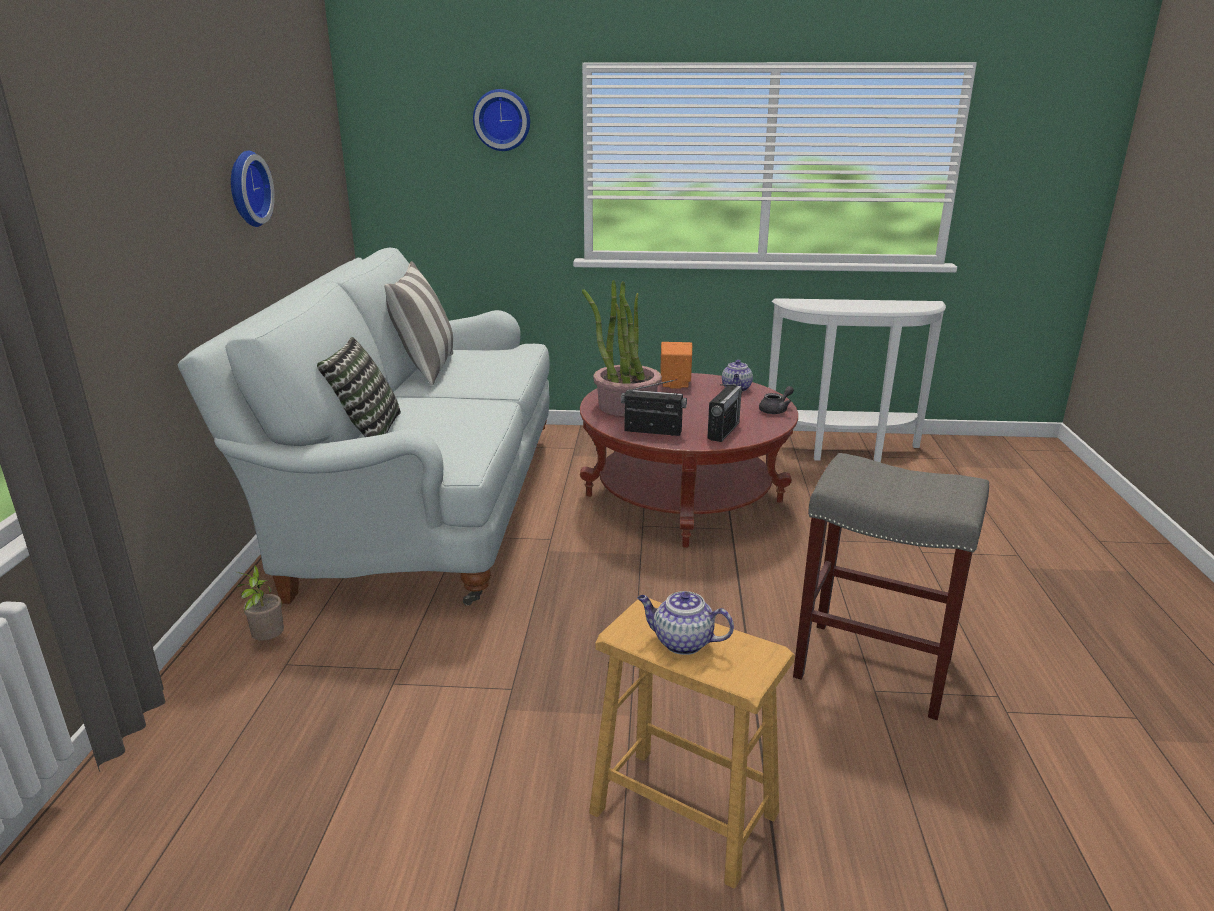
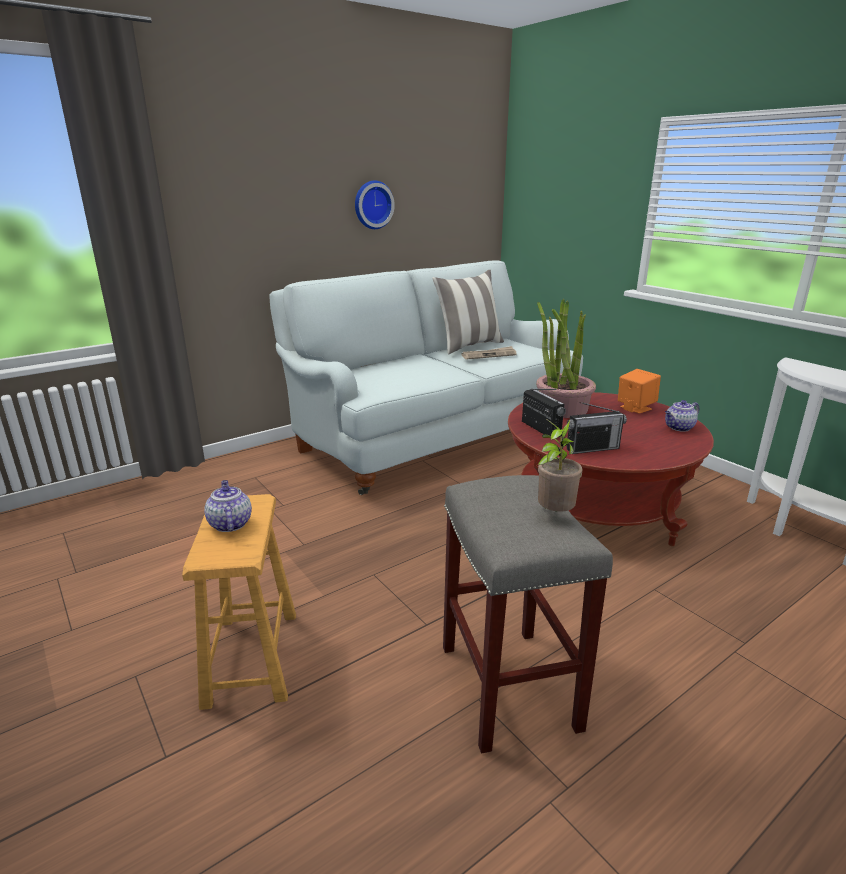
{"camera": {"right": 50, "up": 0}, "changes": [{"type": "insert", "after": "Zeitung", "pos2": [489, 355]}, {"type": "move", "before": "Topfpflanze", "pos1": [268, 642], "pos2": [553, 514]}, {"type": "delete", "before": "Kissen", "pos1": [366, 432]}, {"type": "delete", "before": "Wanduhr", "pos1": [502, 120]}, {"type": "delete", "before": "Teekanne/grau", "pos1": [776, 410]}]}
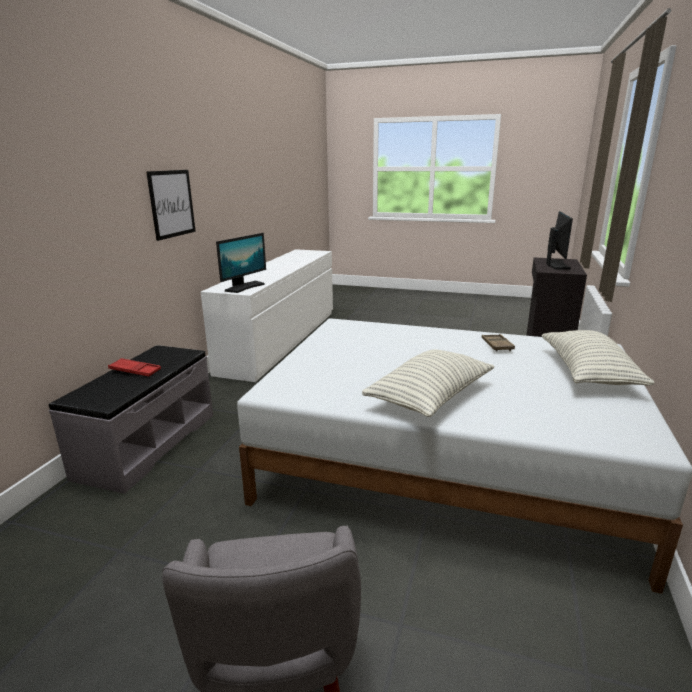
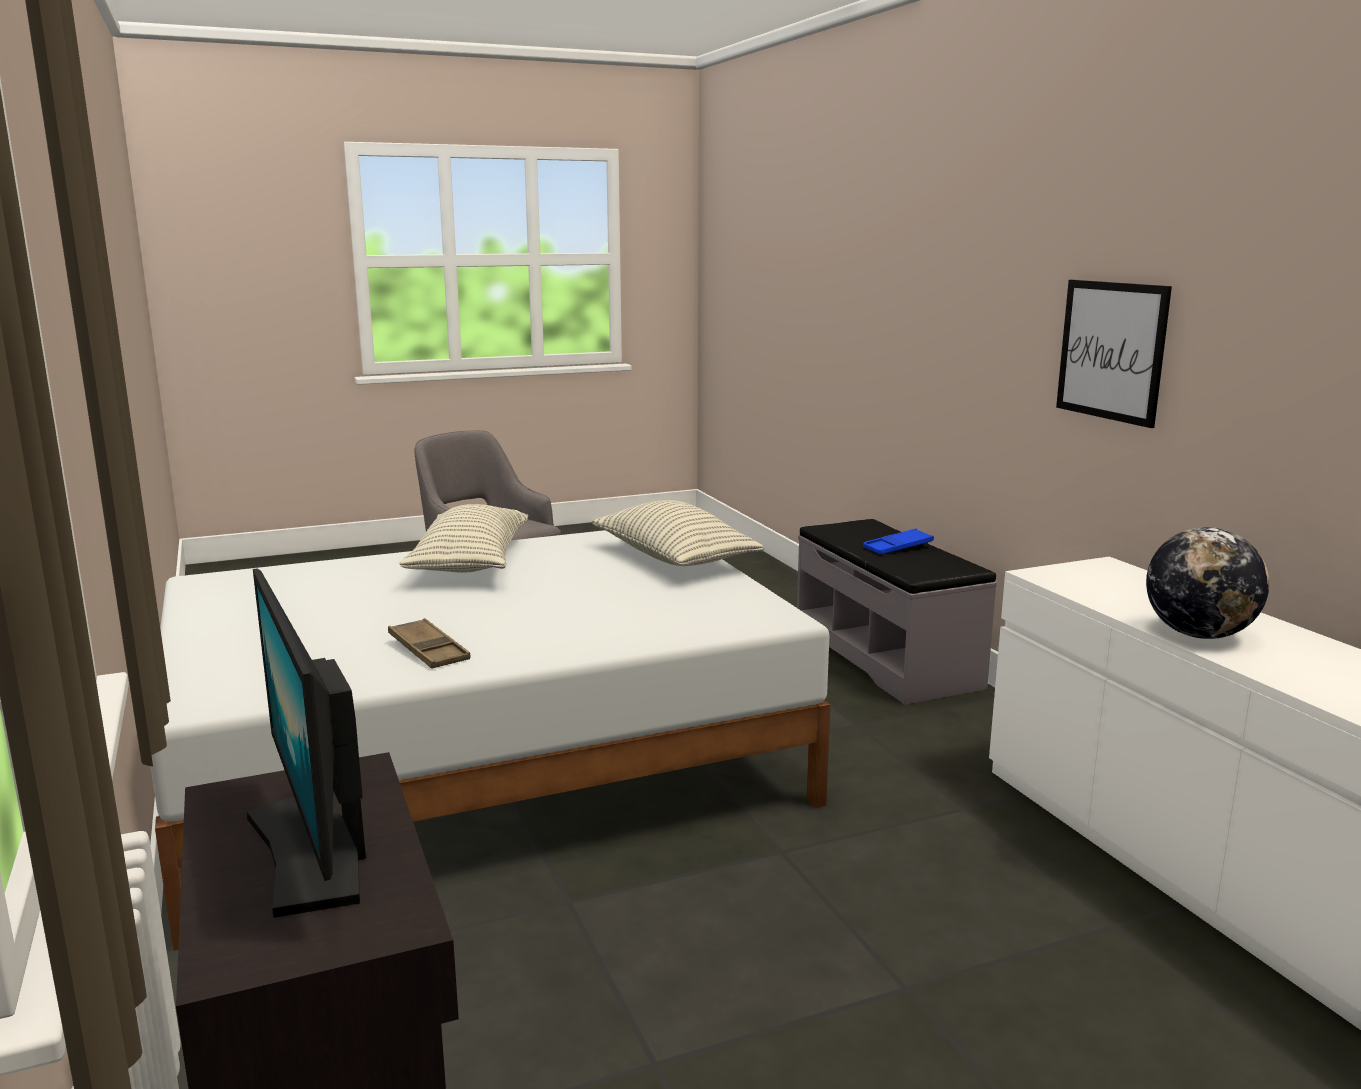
{"camera": {"right": 140, "up": -5}, "changes": [{"type": "move", "before": "Kissen", "pos1": [588, 373], "pos2": [674, 559]}, {"type": "recolor", "before": "Tablett/rot", "after": "Tablett/blau", "pos1": [135, 371], "pos2": [898, 547]}, {"type": "insert", "after": "Globus", "pos2": [1198, 635]}, {"type": "delete", "before": "Monitor", "pos1": [244, 287]}]}
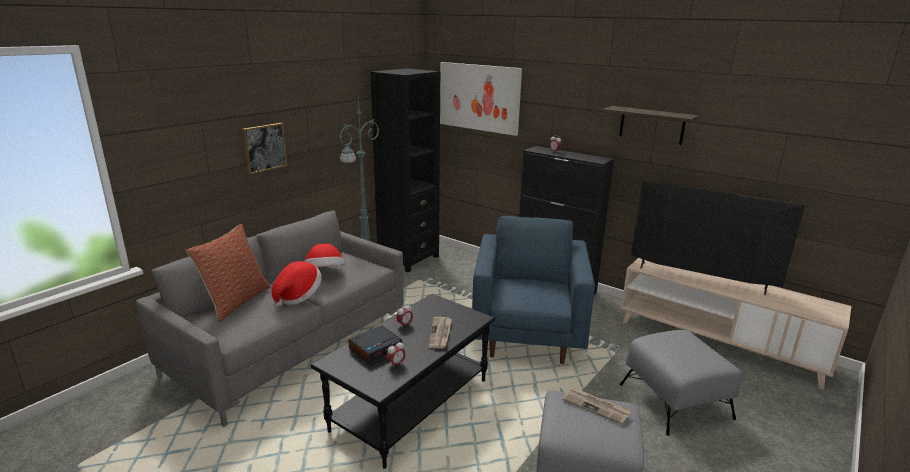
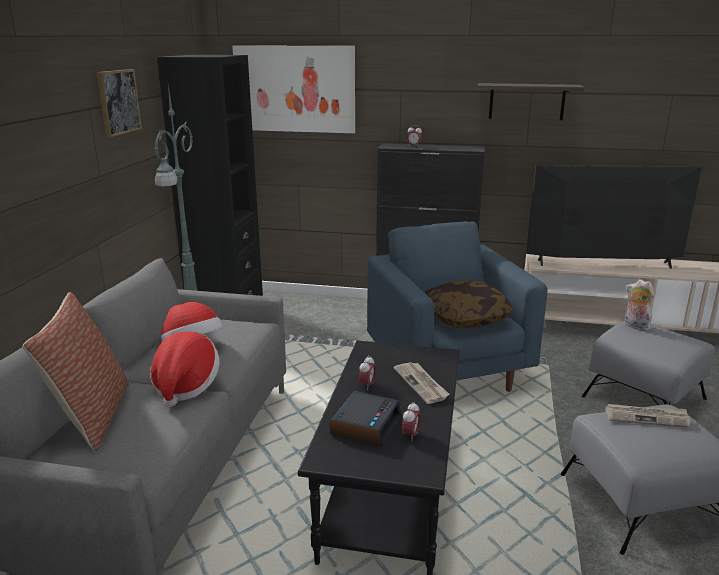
{"camera": {"right": -25, "up": 0}, "changes": [{"type": "move", "before": "Bild", "pos1": [264, 147], "pos2": [118, 102]}, {"type": "insert", "after": "Kissen", "pos2": [465, 317]}, {"type": "insert", "after": "Plüschtier", "pos2": [635, 326]}]}
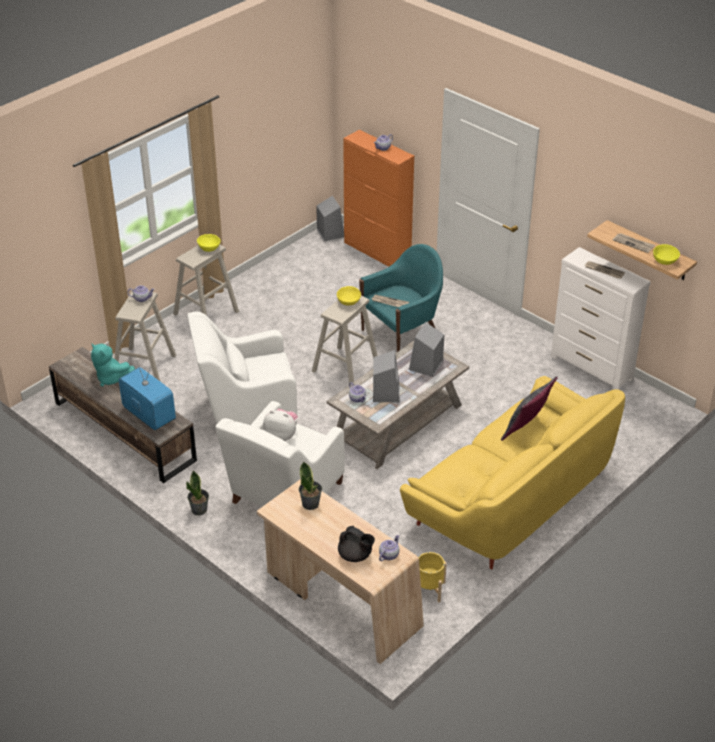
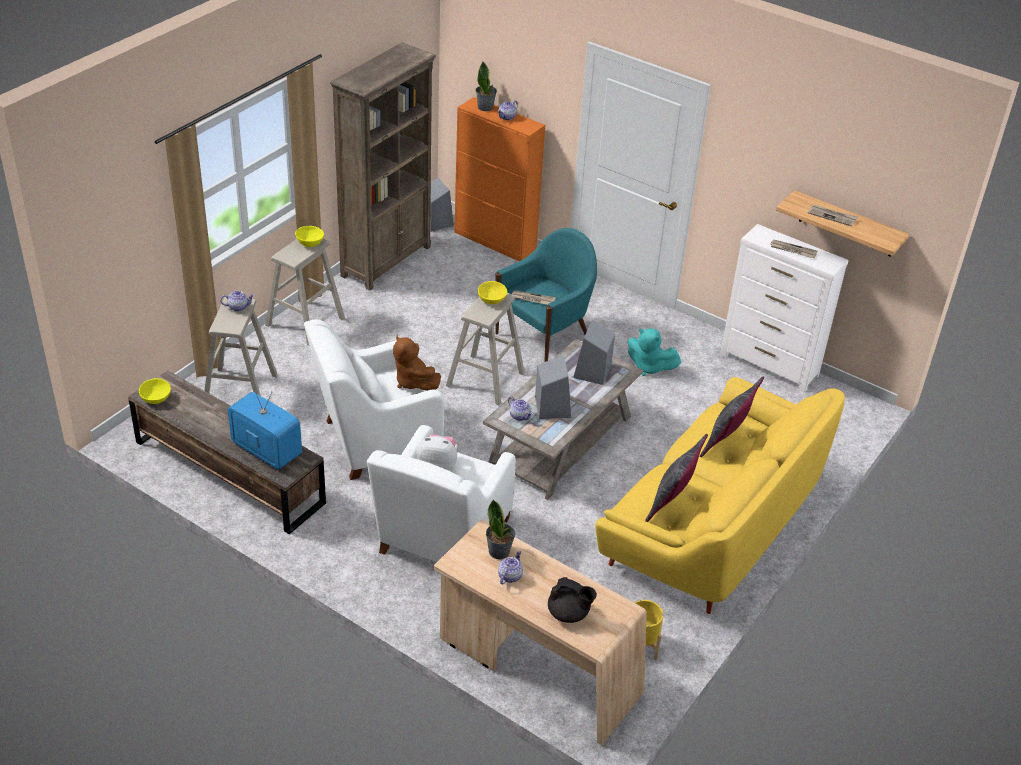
{"camera": {"right": -10, "up": 0}, "changes": [{"type": "move", "before": "Schüssel/gelb", "pos1": [664, 261], "pos2": [155, 398]}, {"type": "insert", "after": "Bücherregal/braun", "pos2": [386, 261]}, {"type": "insert", "after": "Plüschtier/braun", "pos2": [413, 382]}, {"type": "move", "before": "Topfpflanze", "pos1": [199, 509], "pos2": [485, 107]}, {"type": "move", "before": "Teekanne", "pos1": [388, 555], "pos2": [509, 576]}, {"type": "move", "before": "Plüschtier/türkis", "pos1": [111, 378], "pos2": [649, 367]}, {"type": "insert", "after": "Kissen/grau", "pos2": [672, 503]}]}
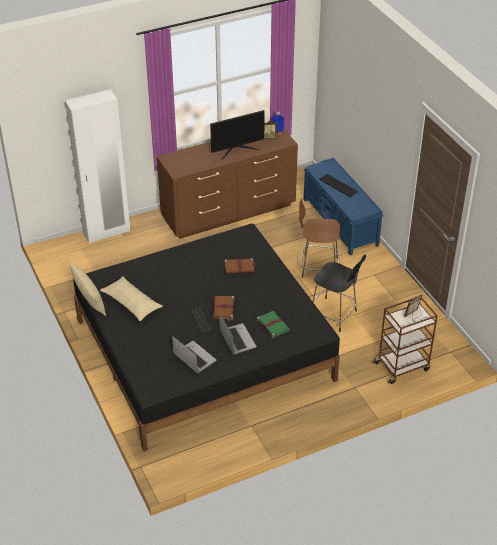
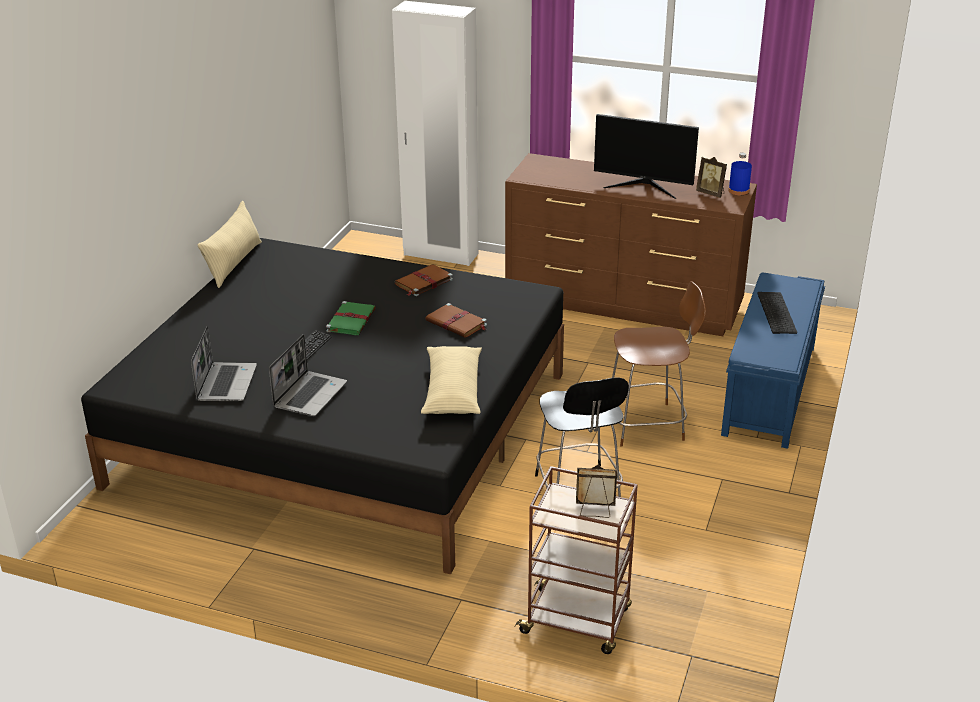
{"camera": {"right": 45, "up": -10}, "changes": [{"type": "move", "before": "Buch/grün", "pos1": [272, 325], "pos2": [351, 320]}, {"type": "move", "before": "Buch/braun", "pos1": [223, 309], "pos2": [423, 282]}, {"type": "move", "before": "Kissen/beige", "pos1": [131, 303], "pos2": [452, 390]}, {"type": "rotate", "before": "Stuhl/braun", "pos1": [318, 267], "pos2": [648, 424], "turn": 120}]}
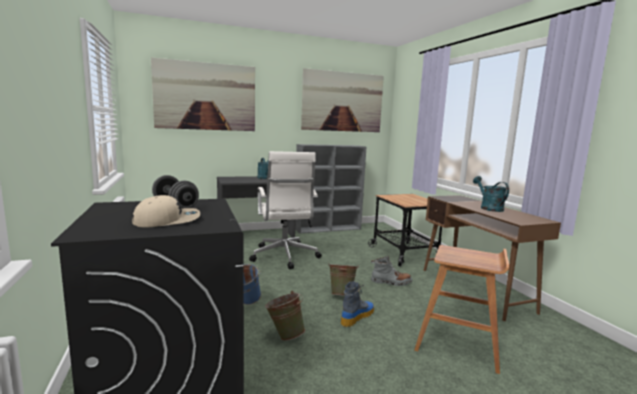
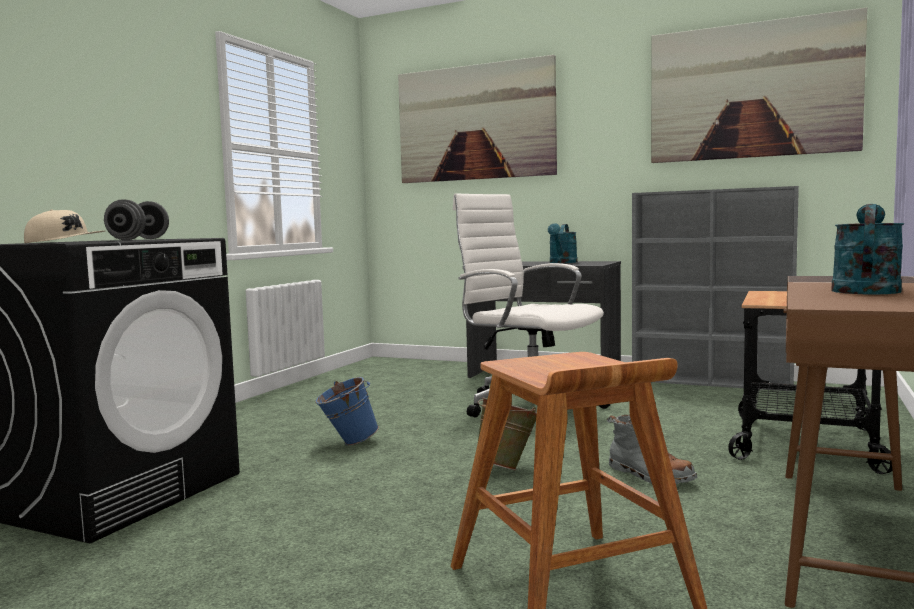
{"camera": {"right": 45, "up": -5}, "changes": [{"type": "rotate", "before": "Bürostuhl/weiß", "pos1": [284, 256], "pos2": [529, 405], "turn": 105}, {"type": "delete", "before": "Eimer/grün", "pos1": [284, 335]}, {"type": "delete", "before": "Stiefel", "pos1": [357, 316]}]}
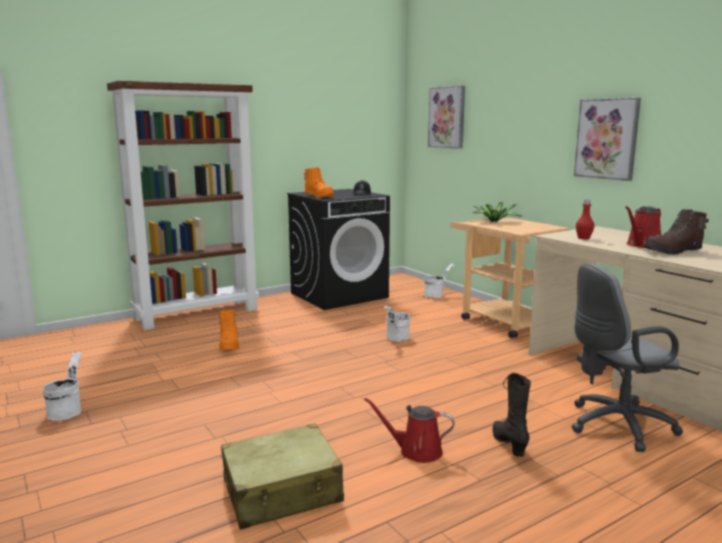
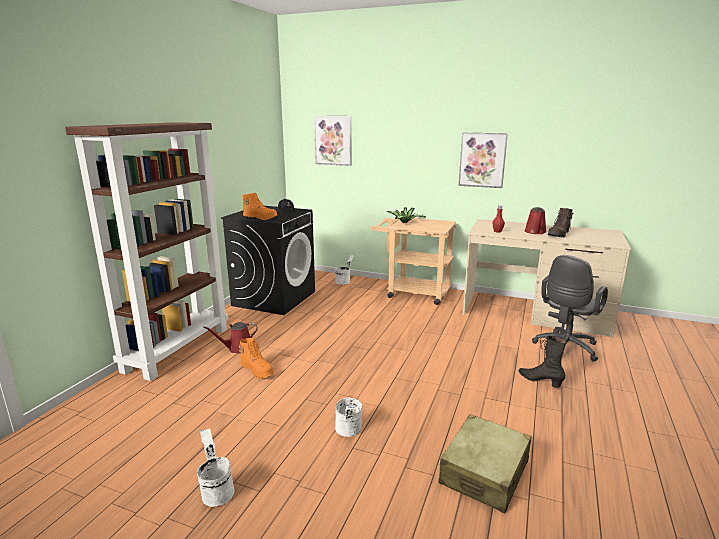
{"camera": {"right": -35, "up": 5}, "changes": [{"type": "move", "before": "Gießkanne/rot", "pos1": [416, 451], "pos2": [238, 348]}, {"type": "move", "before": "Eimer/weiß", "pos1": [396, 339], "pos2": [349, 431]}]}
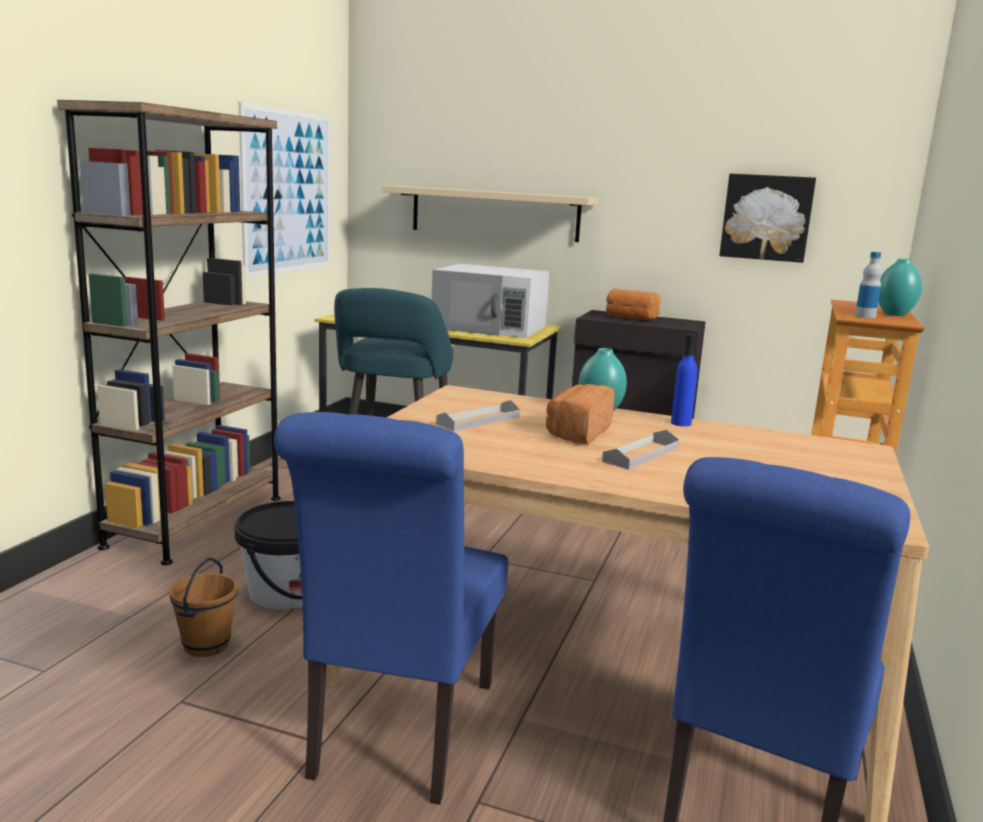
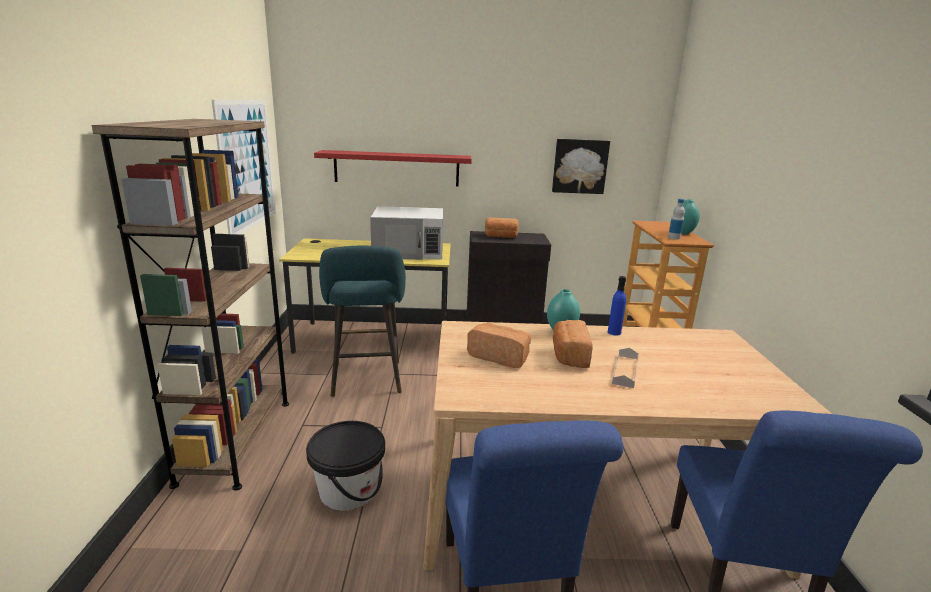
{"camera": {"right": -20, "up": 5}, "changes": [{"type": "recolor", "before": "Wandregal/beige", "after": "Wandregal/rot", "pos1": [494, 213], "pos2": [396, 168]}, {"type": "replace", "before": "Tablett/grau", "after": "Brot", "pos1": [478, 420], "pos2": [500, 356]}, {"type": "delete", "before": "Eimer/braun", "pos1": [205, 645]}]}
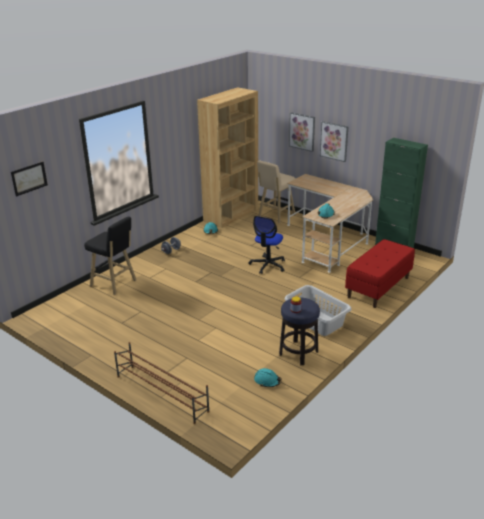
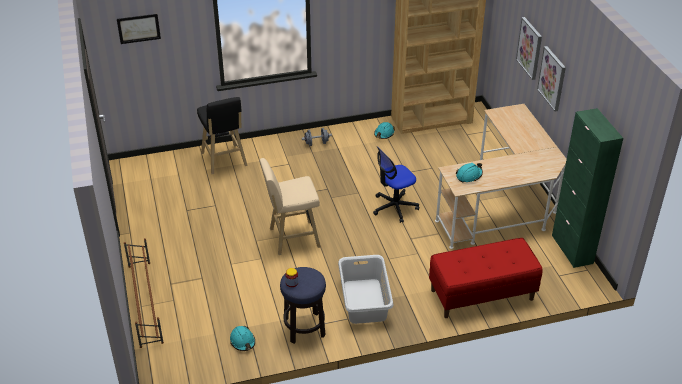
{"camera": {"right": 35, "up": 10}, "changes": [{"type": "move", "before": "Hocker/beige", "pos1": [275, 216], "pos2": [292, 238]}]}
